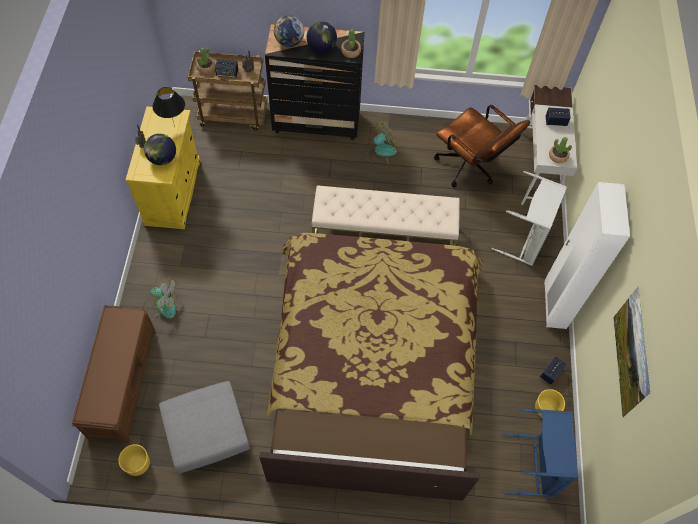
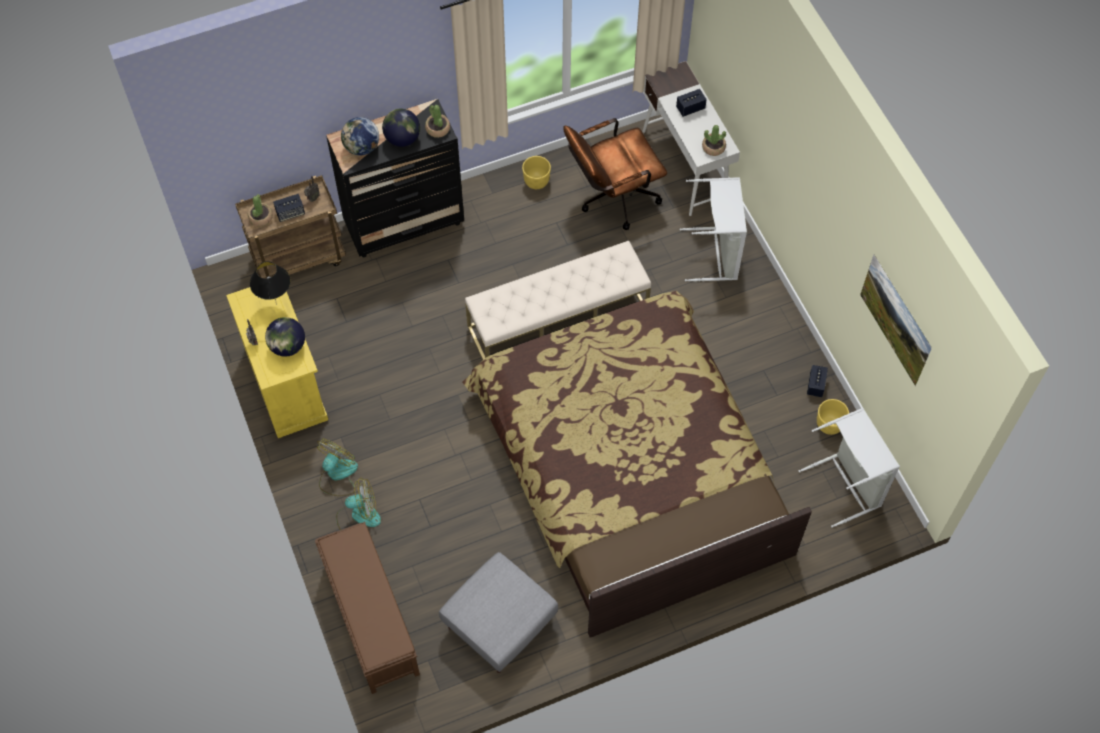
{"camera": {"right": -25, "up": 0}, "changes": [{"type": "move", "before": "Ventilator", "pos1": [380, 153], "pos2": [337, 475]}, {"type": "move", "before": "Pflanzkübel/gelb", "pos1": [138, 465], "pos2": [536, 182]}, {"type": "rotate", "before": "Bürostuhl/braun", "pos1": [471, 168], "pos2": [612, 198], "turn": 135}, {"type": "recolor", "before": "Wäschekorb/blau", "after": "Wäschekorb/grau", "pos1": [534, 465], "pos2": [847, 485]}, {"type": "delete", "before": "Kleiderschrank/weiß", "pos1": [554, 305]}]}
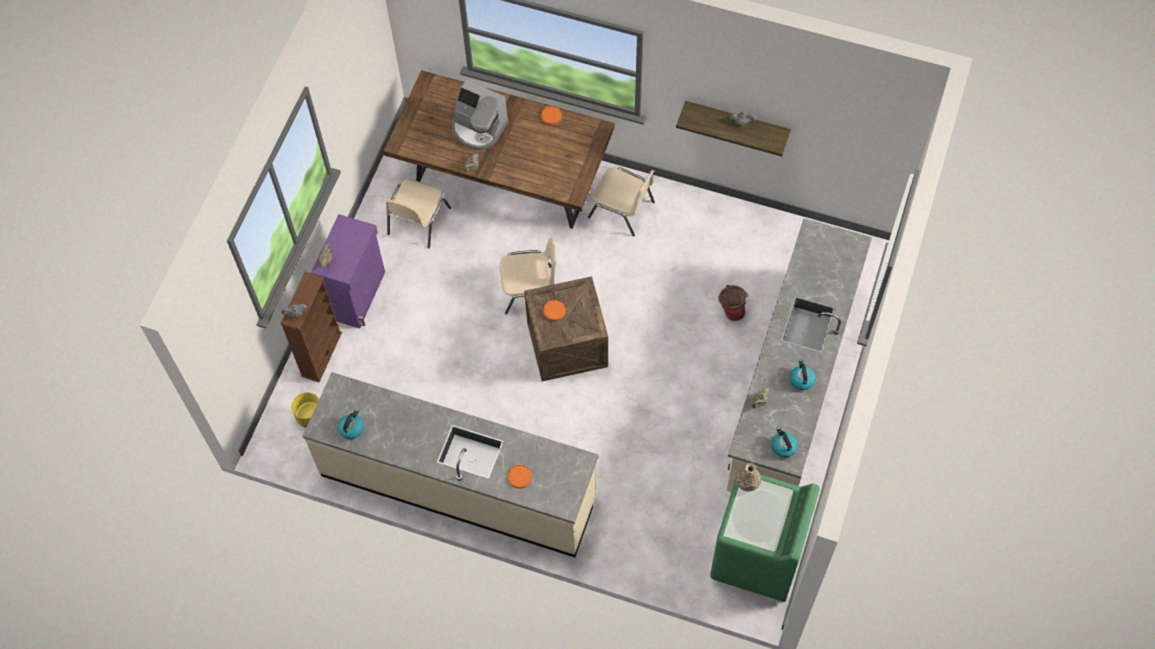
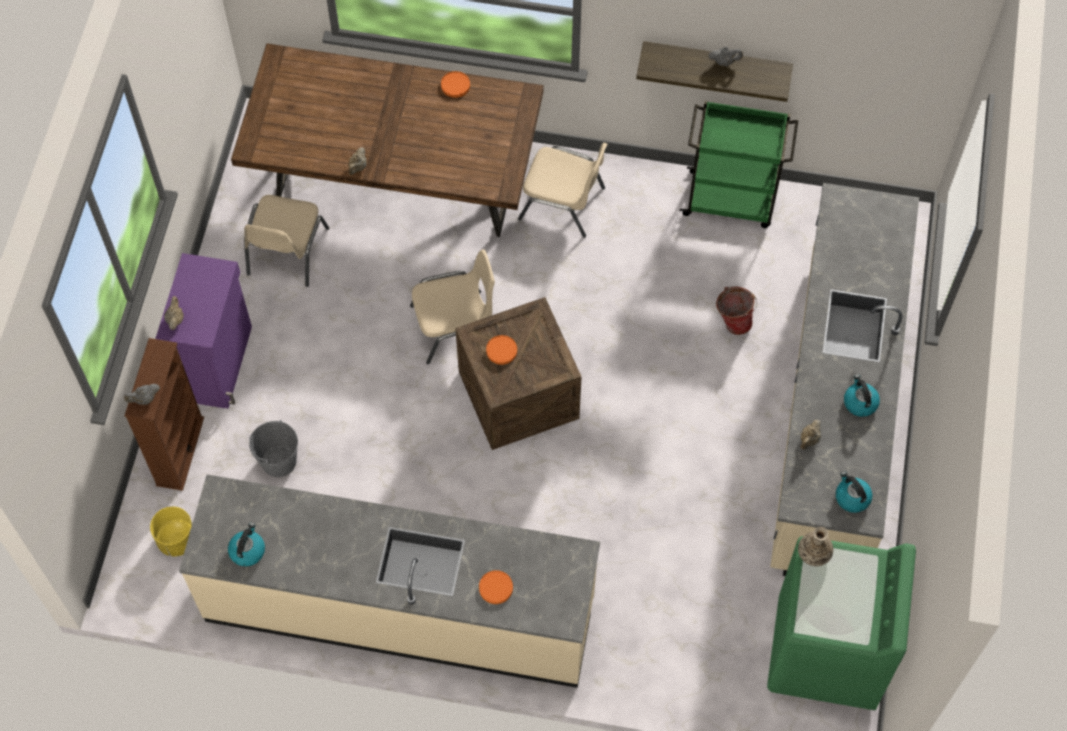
{"camera": {"right": -10, "up": 0}, "changes": [{"type": "insert", "after": "Eimer/grau", "pos2": [278, 461]}, {"type": "insert", "after": "Rollwagen/grün", "pos2": [731, 199]}, {"type": "delete", "before": "Kaffeemaschine", "pos1": [478, 128]}]}
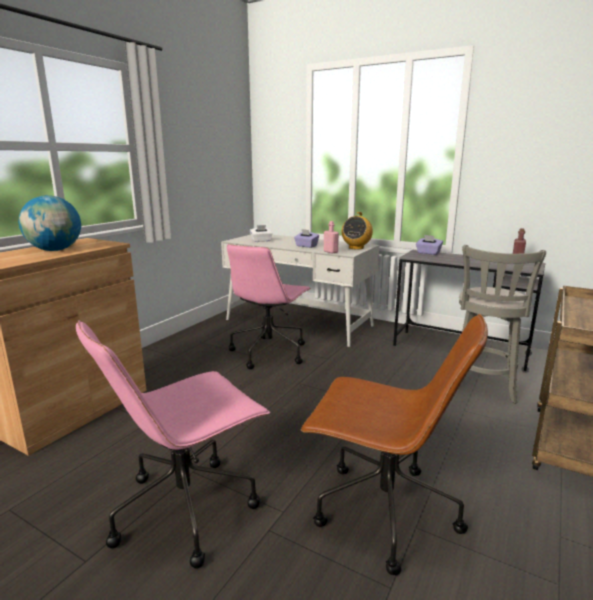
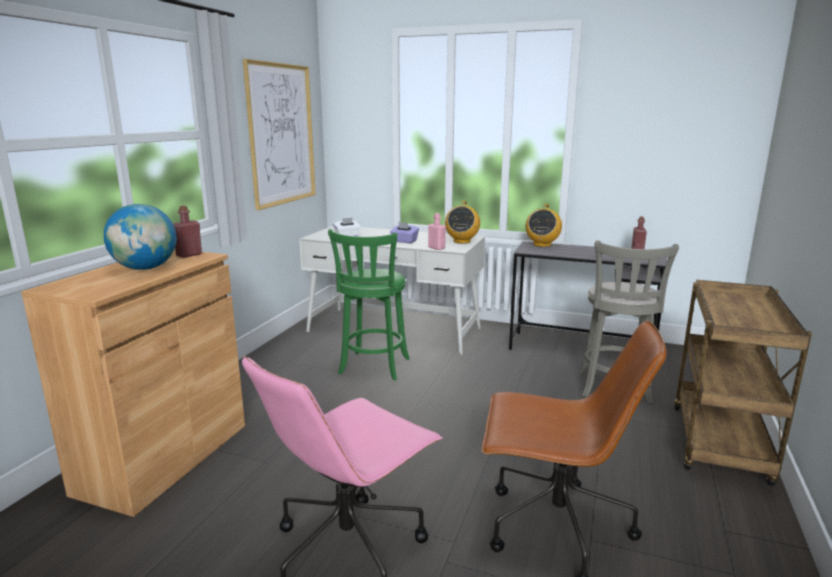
{"camera": {"right": -10, "up": 0}, "changes": [{"type": "insert", "after": "Flasche/rot", "pos2": [189, 255]}, {"type": "insert", "after": "Bild", "pos2": [281, 134]}, {"type": "replace", "before": "Bürostuhl/rosa", "after": "Hocker/grün", "pos1": [269, 352], "pos2": [373, 367]}, {"type": "replace", "before": "Taschentuchbox/lila", "after": "Radio", "pos1": [428, 253], "pos2": [542, 245]}]}
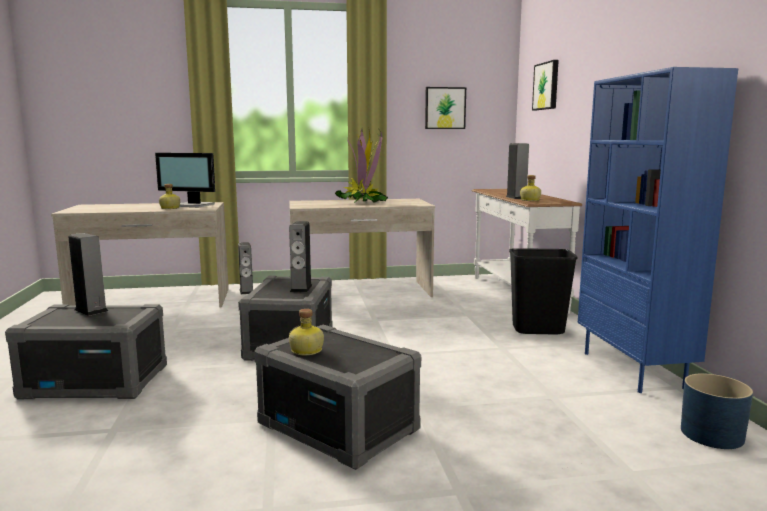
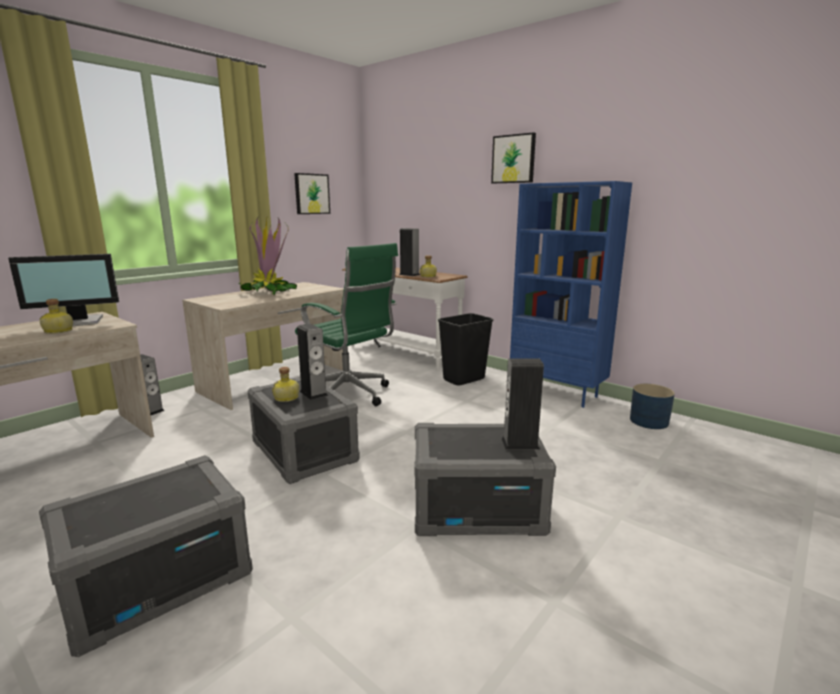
{"camera": {"right": -40, "up": 5}, "changes": [{"type": "move", "before": "Flasche", "pos1": [306, 351], "pos2": [287, 398]}, {"type": "insert", "after": "Bürostuhl/grün", "pos2": [350, 395]}, {"type": "move", "before": "Bild", "pos1": [546, 86], "pos2": [514, 159]}, {"type": "move", "before": "Lautsprecher", "pos1": [91, 310], "pos2": [520, 443]}]}
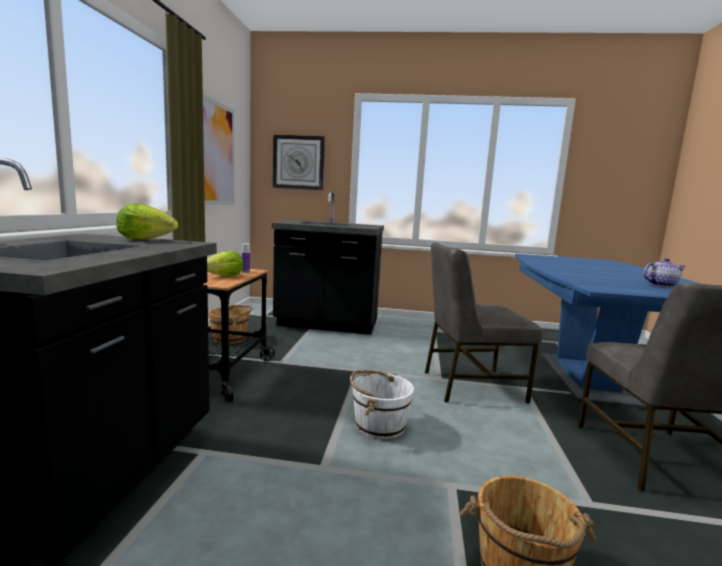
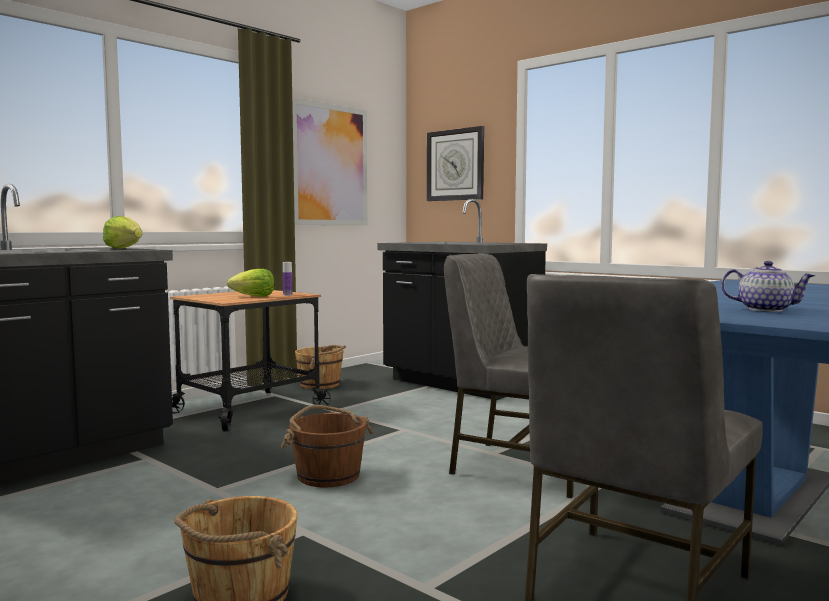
{"camera": {"right": 35, "up": -5}, "changes": [{"type": "recolor", "before": "Eimer/weiß", "after": "Eimer/braun", "pos1": [379, 425], "pos2": [328, 475]}]}
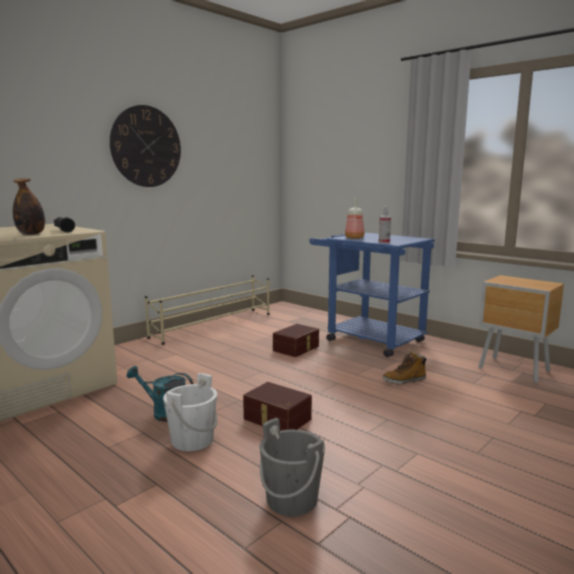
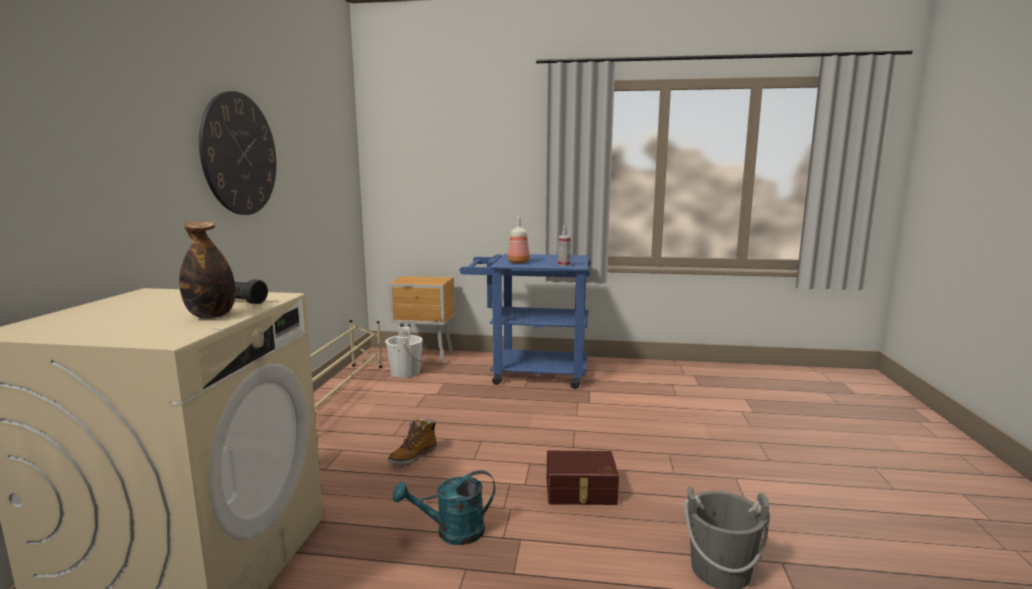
{"camera": {"right": -35, "up": 0}, "changes": [{"type": "move", "before": "Eimer/weiß", "pos1": [192, 440], "pos2": [405, 372]}, {"type": "move", "before": "Stiefel", "pos1": [404, 381], "pos2": [413, 456]}, {"type": "move", "before": "Nachttisch/braun", "pos1": [515, 371], "pos2": [425, 357]}, {"type": "delete", "before": "Aufbewahrungsbox/braun", "pos1": [297, 348]}]}
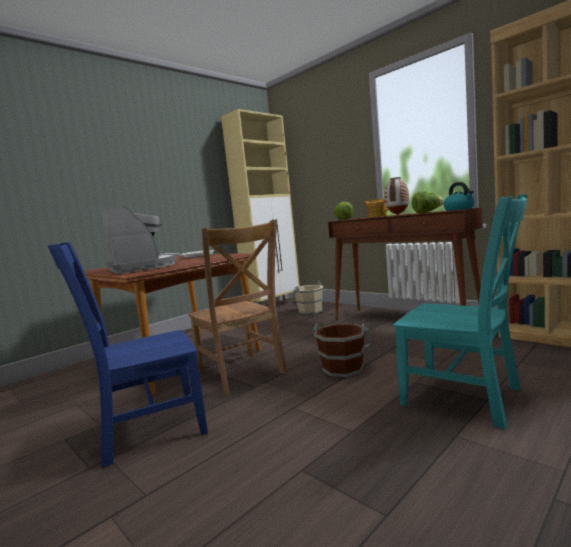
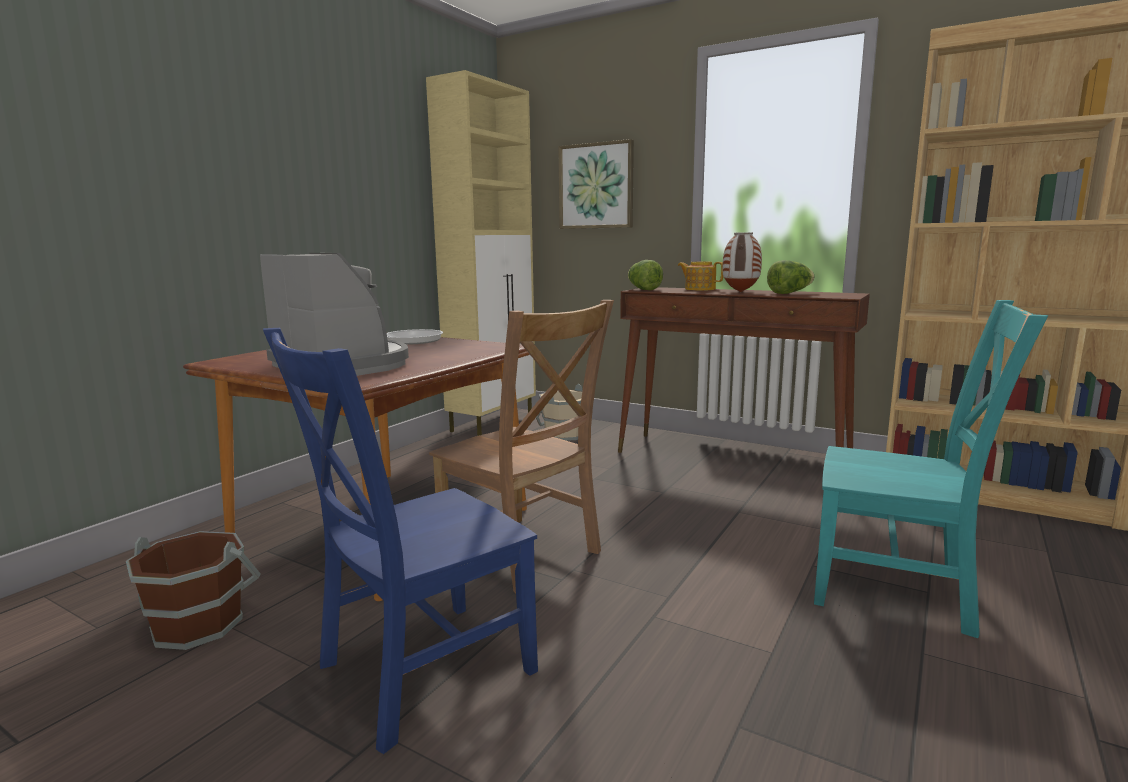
{"camera": {"right": -15, "up": 5}, "changes": [{"type": "move", "before": "Eimer/braun", "pos1": [343, 368], "pos2": [198, 624]}, {"type": "insert", "after": "Bild", "pos2": [596, 186]}, {"type": "delete", "before": "Wasserkessel", "pos1": [459, 209]}]}
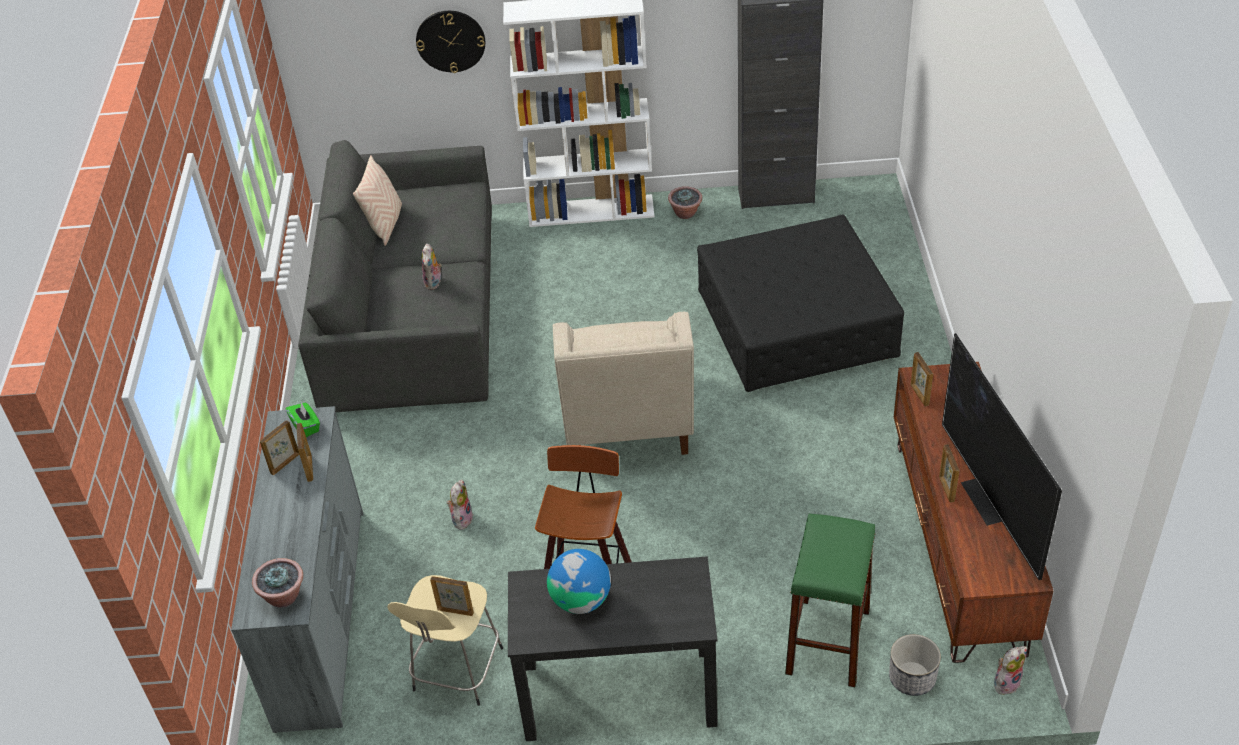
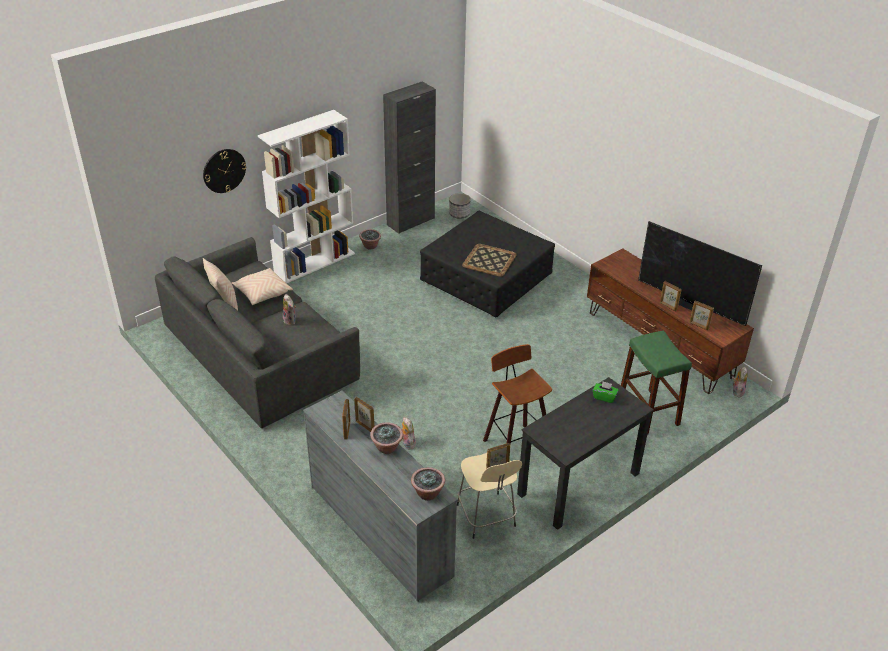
{"camera": {"right": -40, "up": -5}, "changes": [{"type": "insert", "after": "Kissen/beige", "pos2": [262, 293]}, {"type": "insert", "after": "Topfpflanze", "pos2": [387, 448]}, {"type": "move", "before": "Pflanzkübel", "pos1": [912, 678], "pos2": [459, 214]}, {"type": "insert", "after": "Tablett", "pos2": [490, 260]}, {"type": "move", "before": "Taschentuchbox/grün", "pos1": [306, 426], "pos2": [604, 397]}, {"type": "move", "before": "Bilderrahmen", "pos1": [919, 395], "pos2": [698, 326]}, {"type": "delete", "before": "Globus", "pos1": [581, 600]}, {"type": "delete", "before": "Sessel/beige", "pos1": [628, 427]}]}
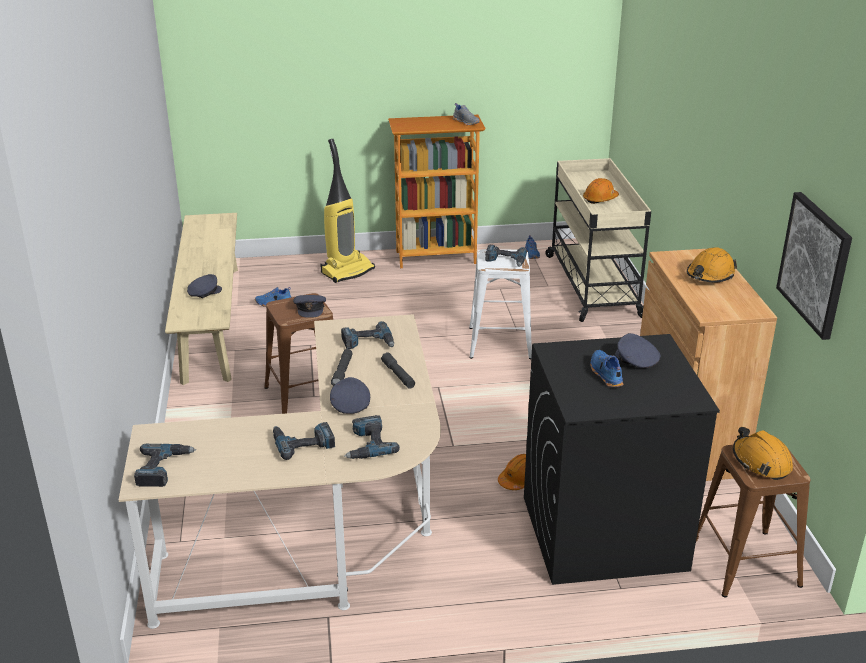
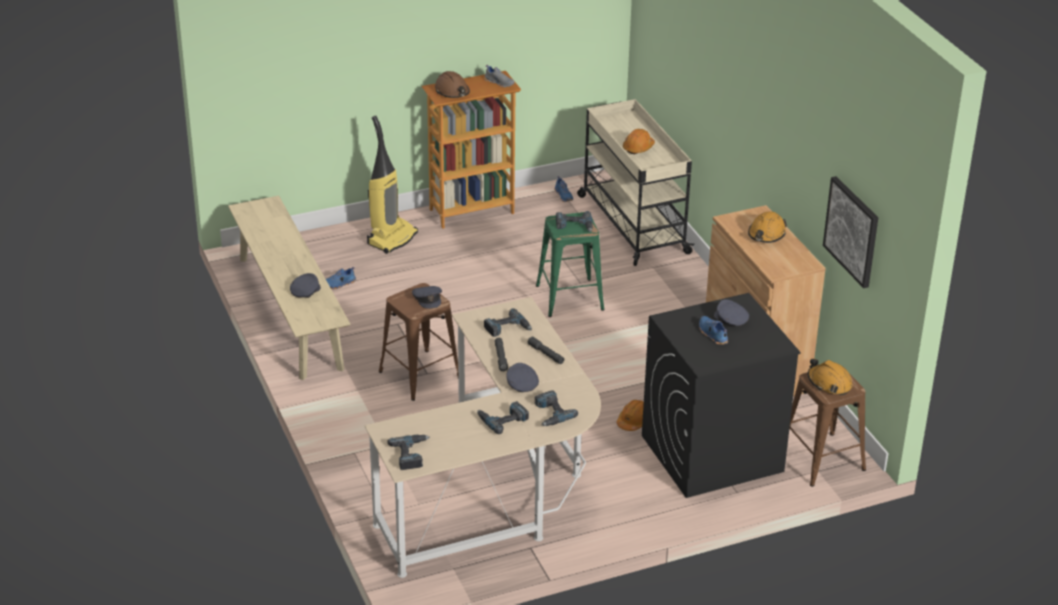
{"camera": {"right": -15, "up": 5}, "changes": [{"type": "insert", "after": "Schutzhelm/braun", "pos2": [452, 92]}, {"type": "recolor", "before": "Hocker/weiß", "after": "Hocker/grün", "pos1": [500, 342], "pos2": [569, 297]}]}
